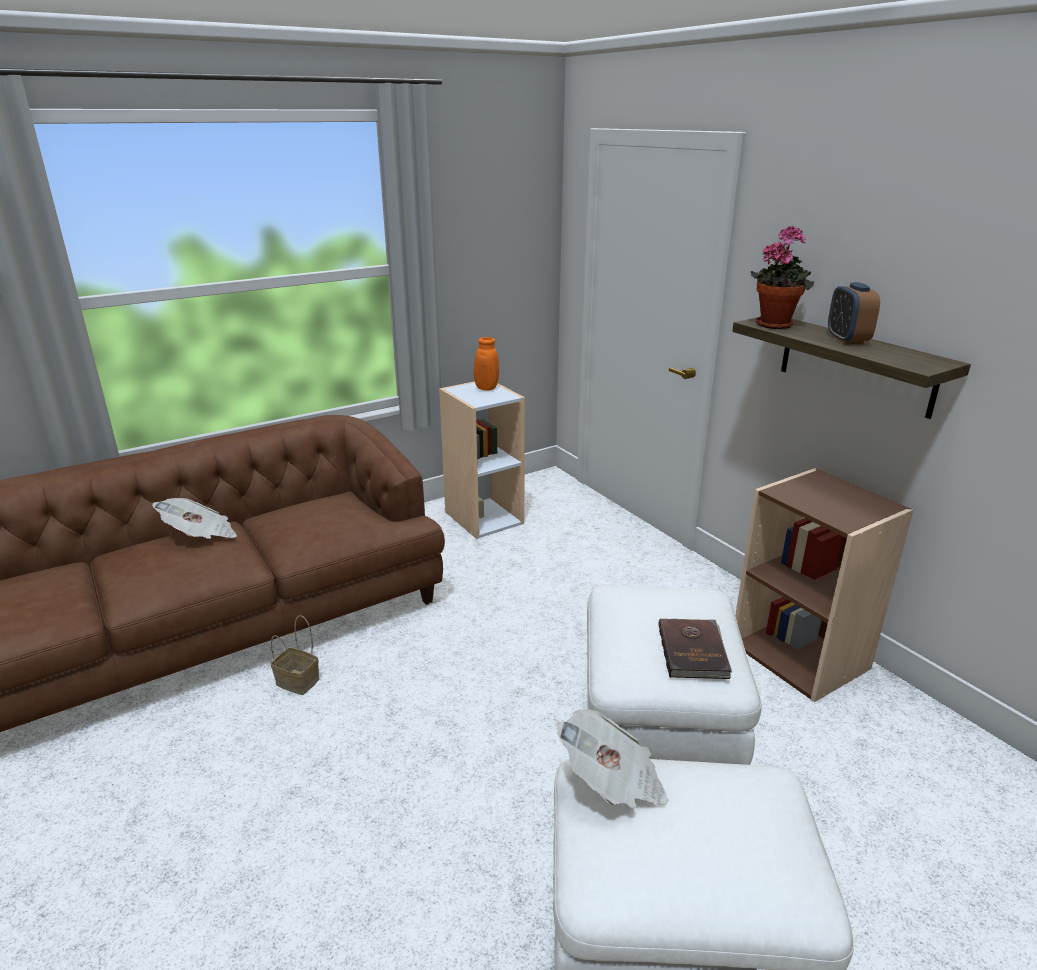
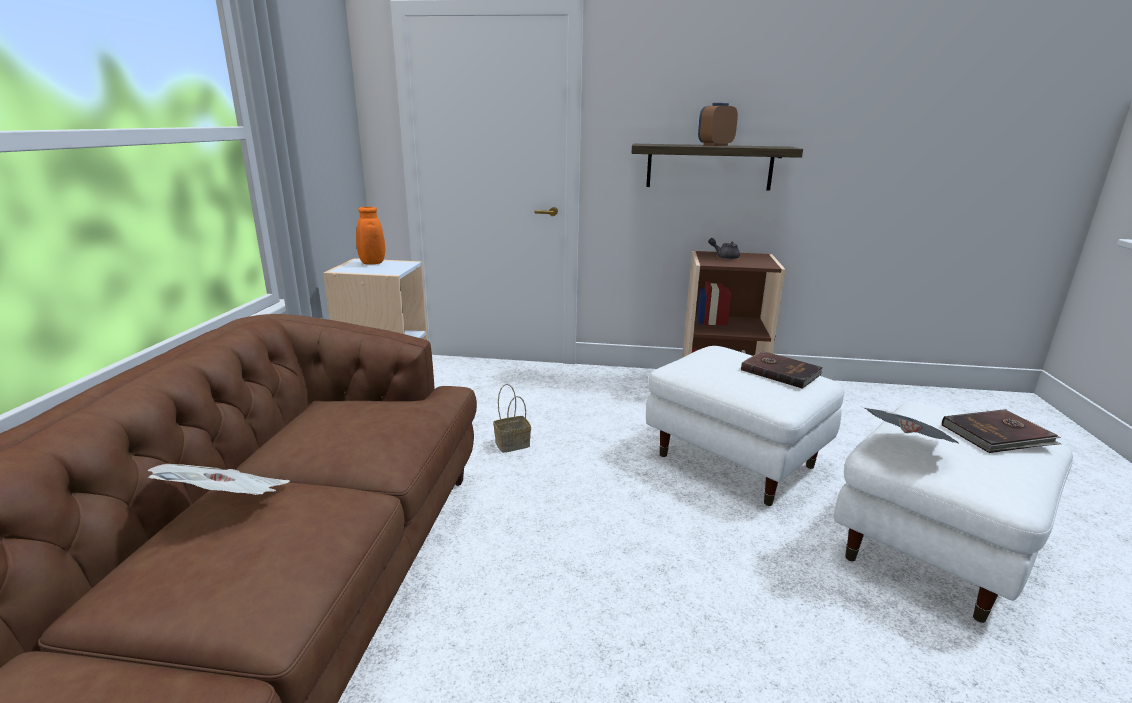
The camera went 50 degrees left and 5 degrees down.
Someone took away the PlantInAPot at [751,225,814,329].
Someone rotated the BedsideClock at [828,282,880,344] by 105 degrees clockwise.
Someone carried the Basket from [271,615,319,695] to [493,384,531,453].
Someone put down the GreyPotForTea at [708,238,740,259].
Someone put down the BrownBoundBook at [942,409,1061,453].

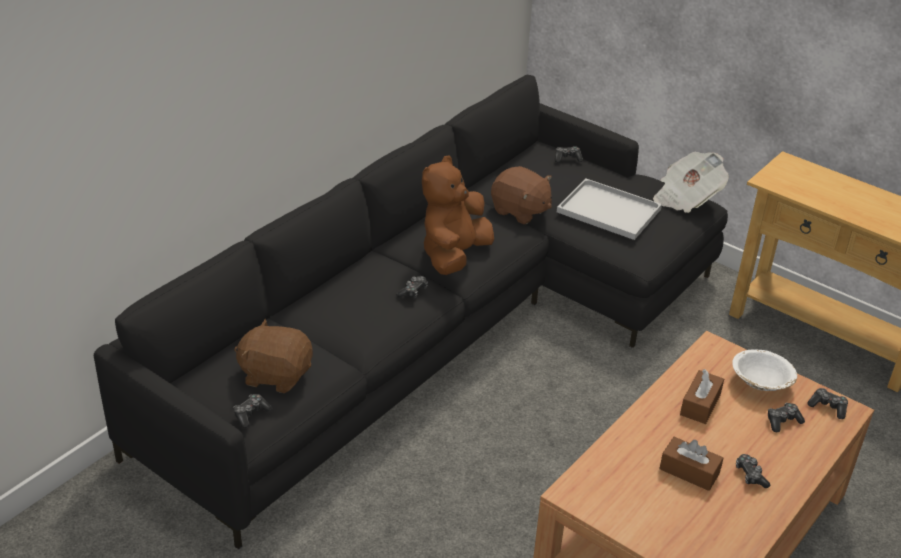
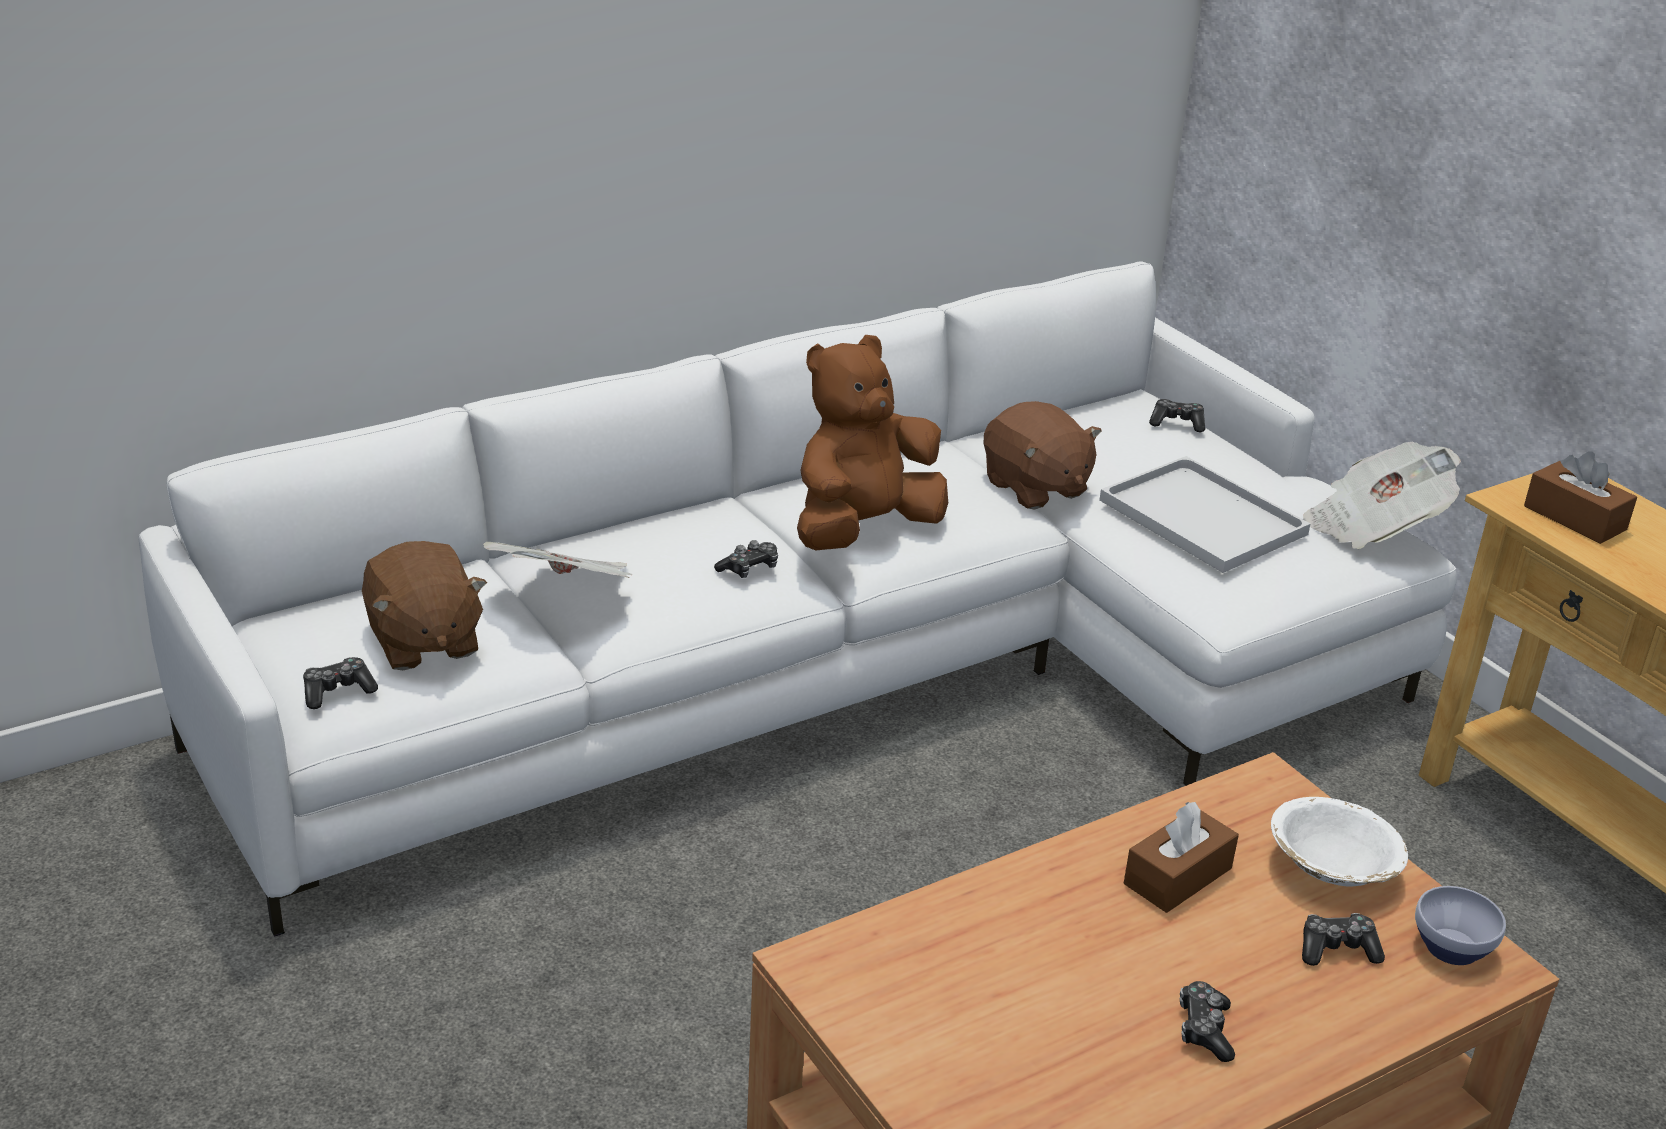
The camera went 20 degrees right and 5 degrees down.
Someone repainted the BlackishCouch at [94,75,728,549], which became the WhitishCouch at [138,261,1457,937].
Someone rotated the BrownPlushToy at [234,319,313,393] by 150 degrees counterclockwise.
Someone swapped the GameController at [807,388,848,419] for the ServingBowl at [1415,886,1506,965].
Someone carried the BrownBoxOfTissues from [659,437,723,491] to [1524,451,1637,544].
Someone put down the PrintedPaper at [483,542,633,578].

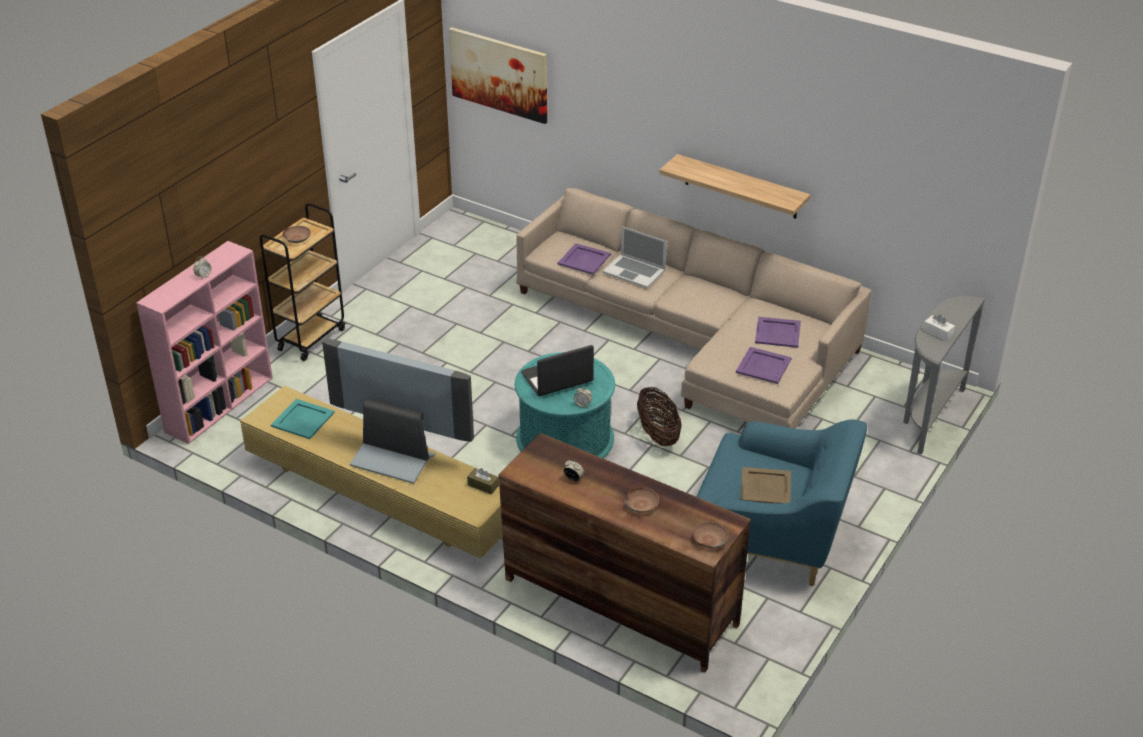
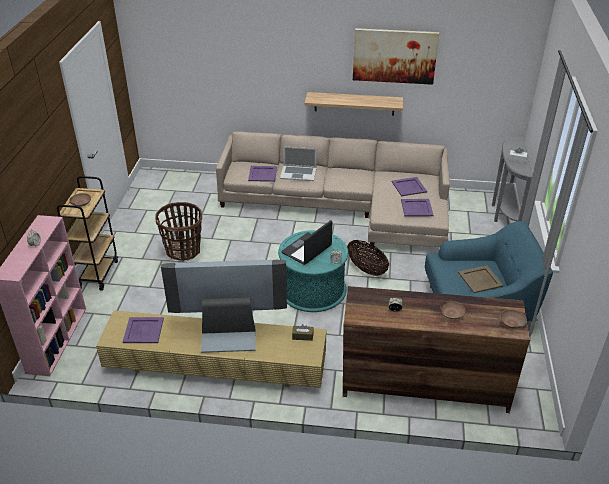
The camera went 25 degrees left and 0 degrees up.
Someone carried the Picture from [449,27,547,124] to [353,28,439,85].
Someone repainted the BlueGreenCarryingTray at [271,399,335,439], which became the PurplishCarryingTray at [123,317,164,343].
Someone put down the Basket at [155,202,202,261].

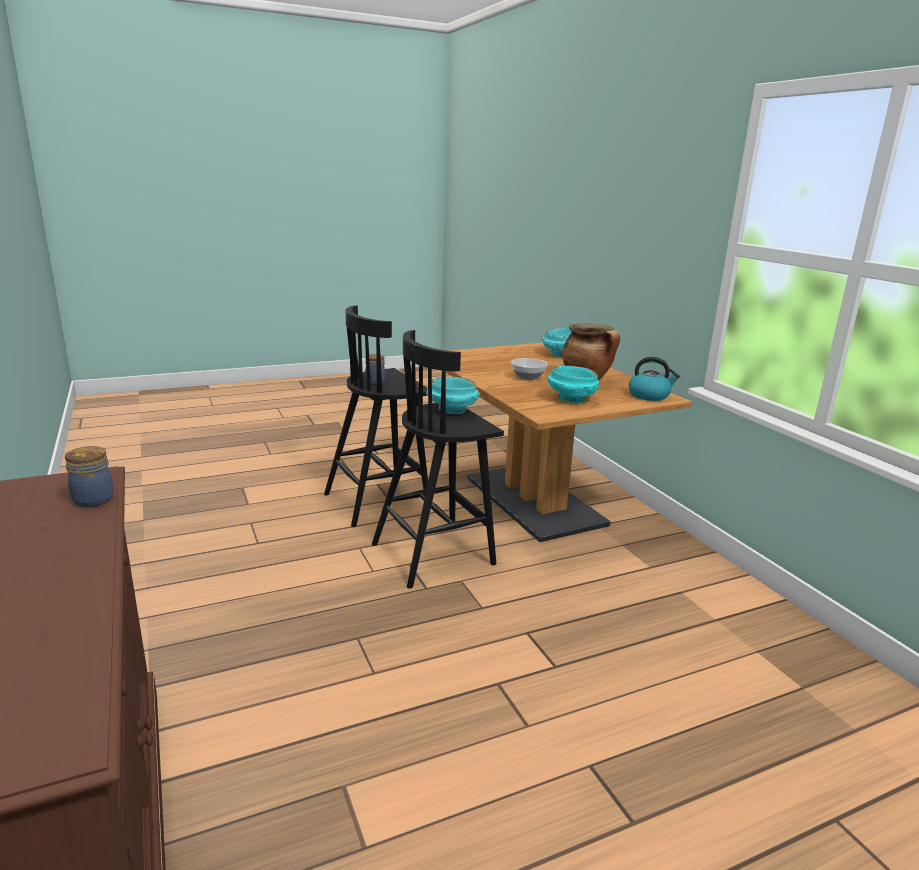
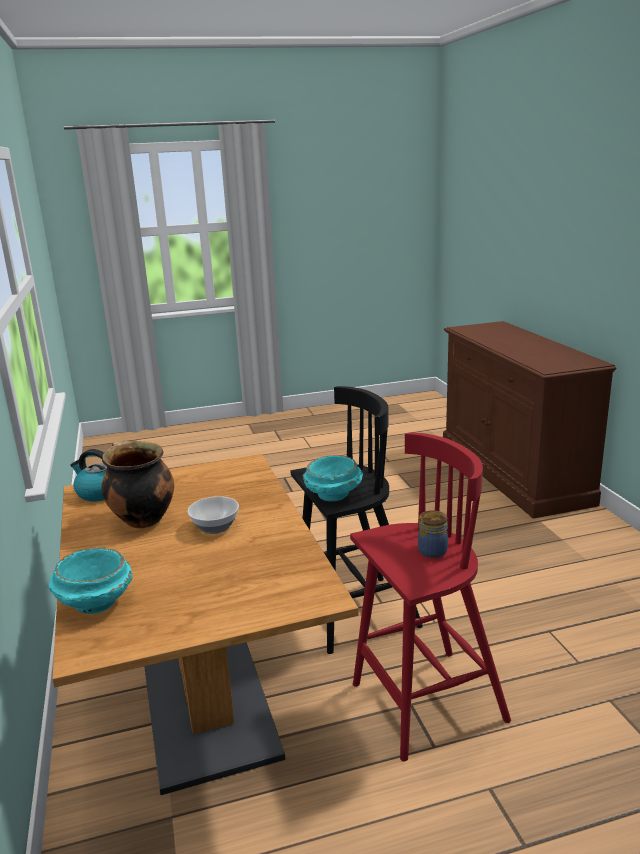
The camera went 170 degrees left and 0 degrees up.
Someone repainted the BlackishSittingStool at [324,305,428,527], which became the ReddishSittingStool at [350,433,511,762].
Someone took away the BlueGreenServingBowl at [547,365,600,403].
Someone took away the Jar at [65,446,114,507].

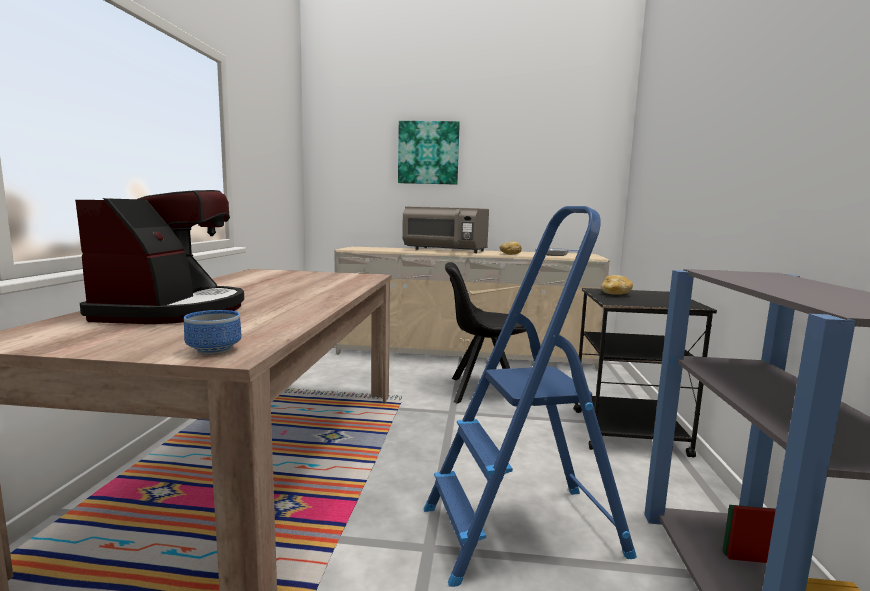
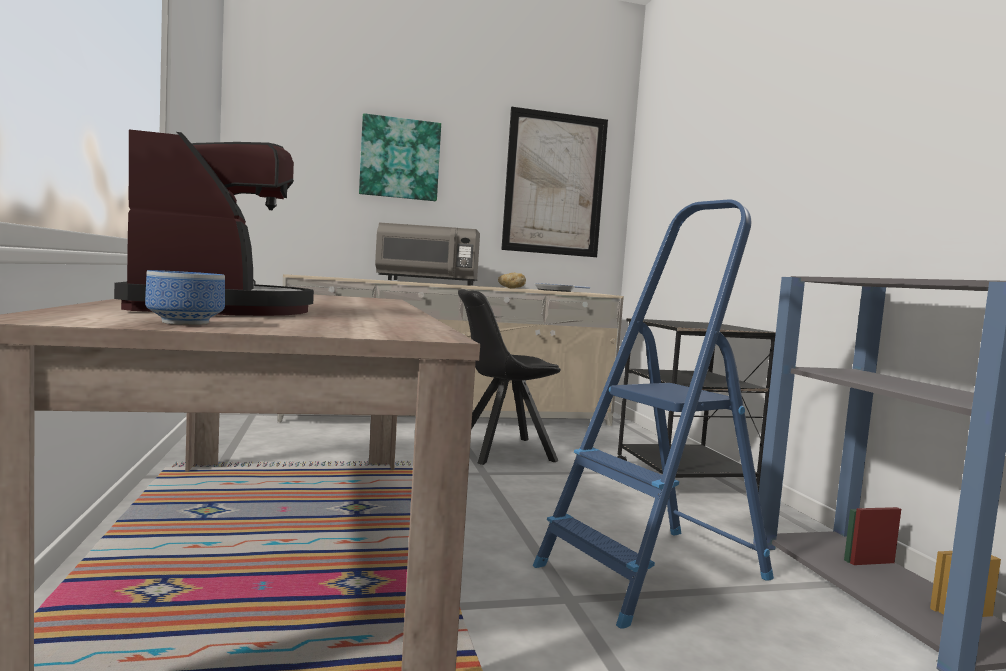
The camera went 20 degrees left and 5 degrees down.
Someone took away the Bread at [601,275,633,295].
Someone carried the ServingBowl from [184,310,241,355] to [145,270,225,325].
Someone put up the Picture at [501,106,608,257].

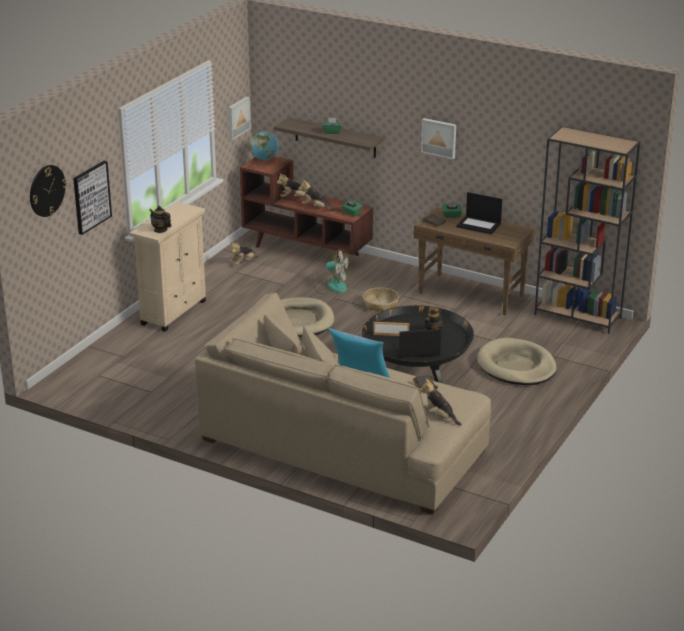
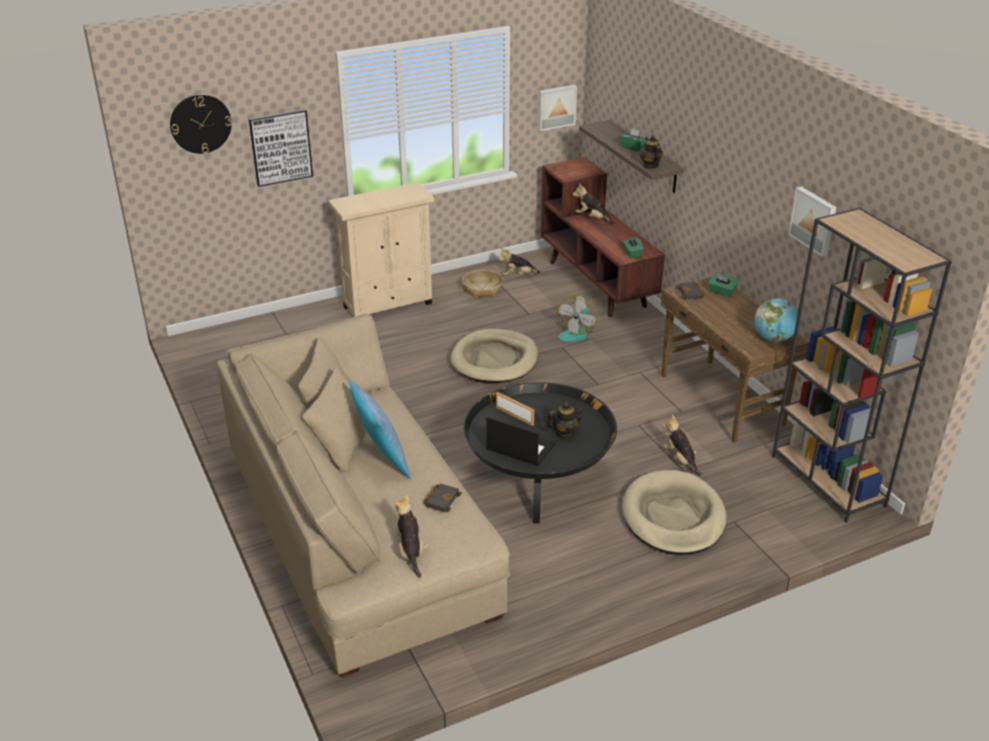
The camera went 35 degrees right and 5 degrees up.
Someone carried the Picture from [421,118,456,159] to [788,186,836,257].
Someone carried the WorldGlobe from [250,131,279,160] to [754,298,798,342].
Someone carried the PlushToy from [298,179,335,211] to [662,415,702,476].
Someone took away the PortableComputer at [456,192,502,234].
Someone carried the PotForTea from [149,206,171,233] to [640,135,663,169].
Someone rotated the Fan at [314,249,351,294] by 60 degrees clockwise.
Someone carried the Basket from [363,287,399,312] to [462,270,503,298].

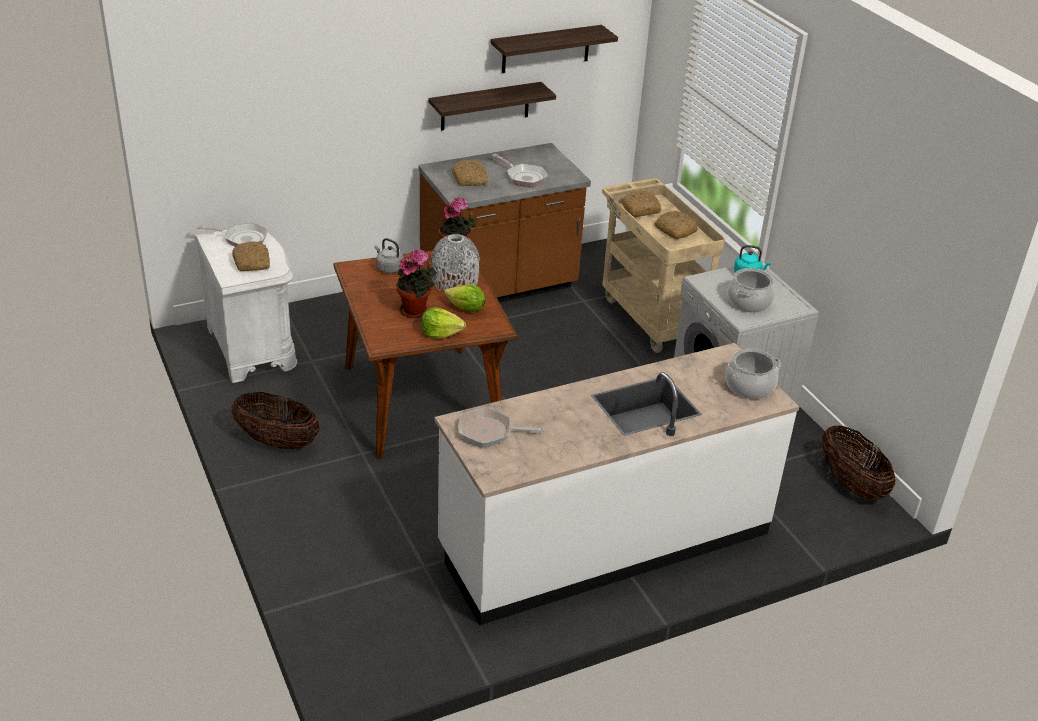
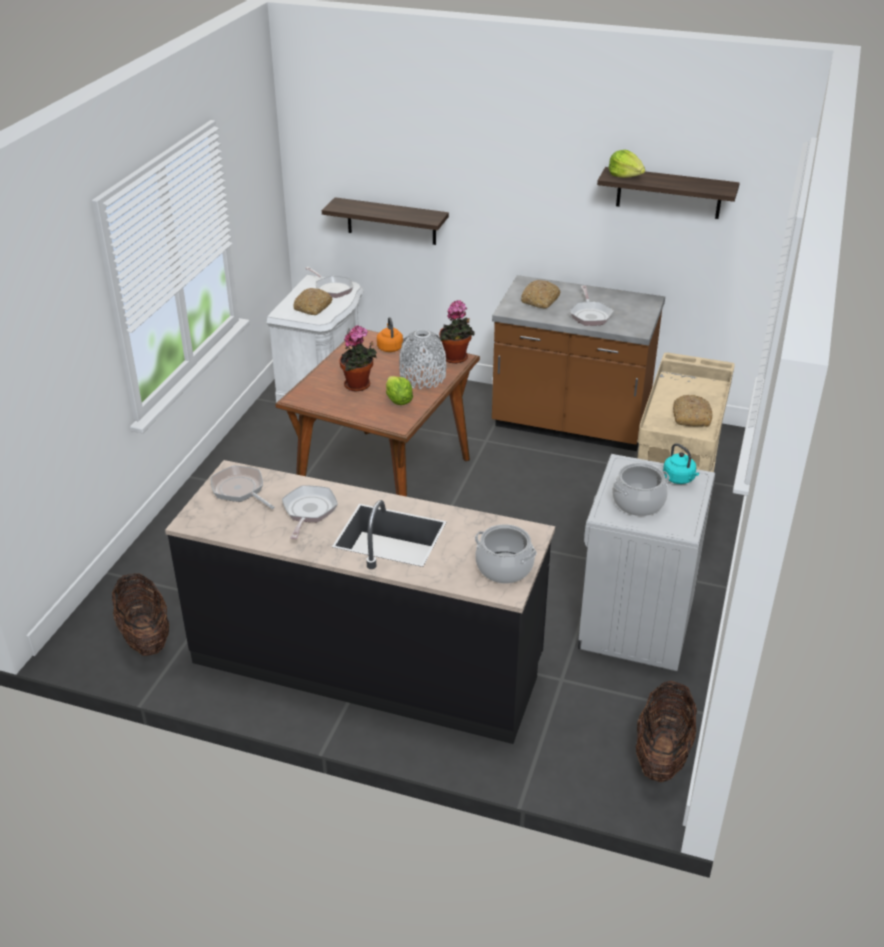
The camera went 45 degrees right and 0 degrees up.
Someone carried the WallShelf from [429,82,556,131] to [322,197,449,245].
Someone took away the Bread at [622,191,662,217].
Someone repainted the GreyKettle at [375,238,404,274], which became the OrangeKettle at [377,317,403,352].
Someone carried the Lettuce from [421,307,466,339] to [608,150,645,178].
Someone repainted the WhitishKitchenBaseUnit at [435,343,799,625], which became the BlackishKitchenBaseUnit at [165,460,555,744].
Someone carried the Basket from [231,392,320,449] to [112,573,169,656].
Someone put down the Skillet at [282,485,338,539].

